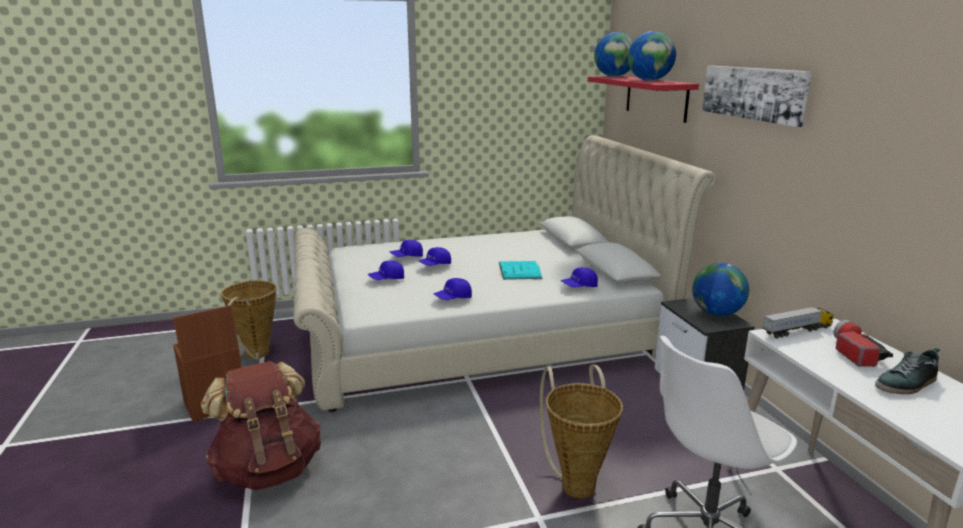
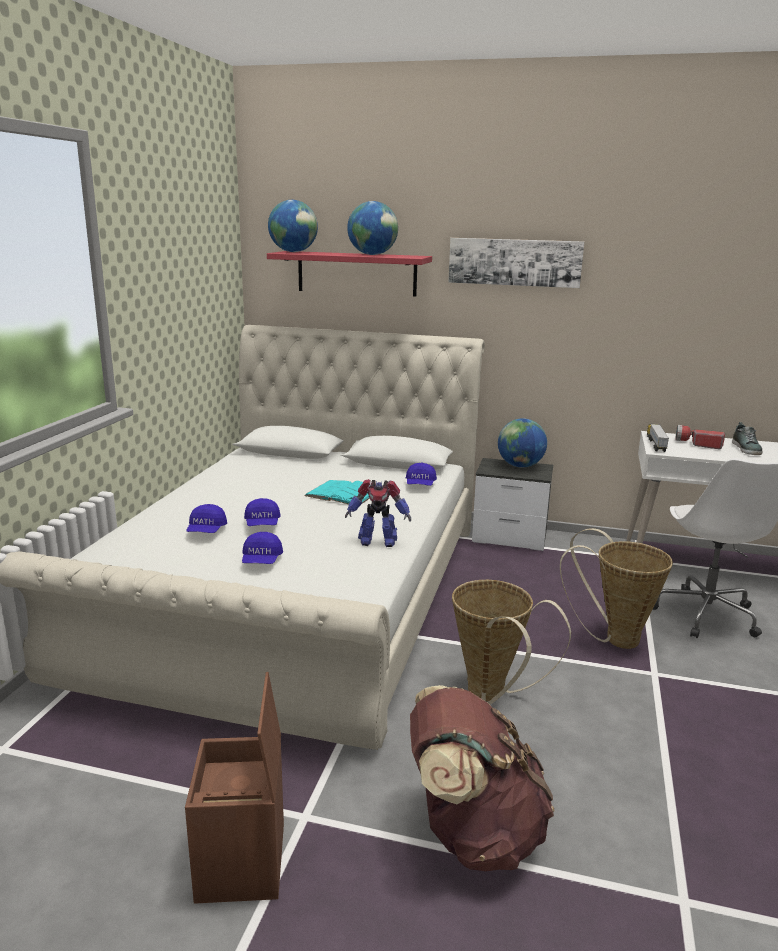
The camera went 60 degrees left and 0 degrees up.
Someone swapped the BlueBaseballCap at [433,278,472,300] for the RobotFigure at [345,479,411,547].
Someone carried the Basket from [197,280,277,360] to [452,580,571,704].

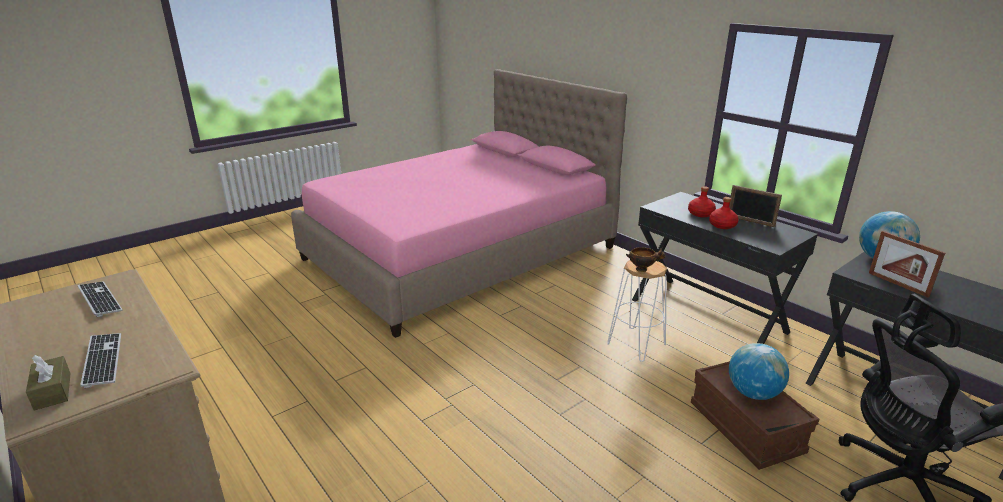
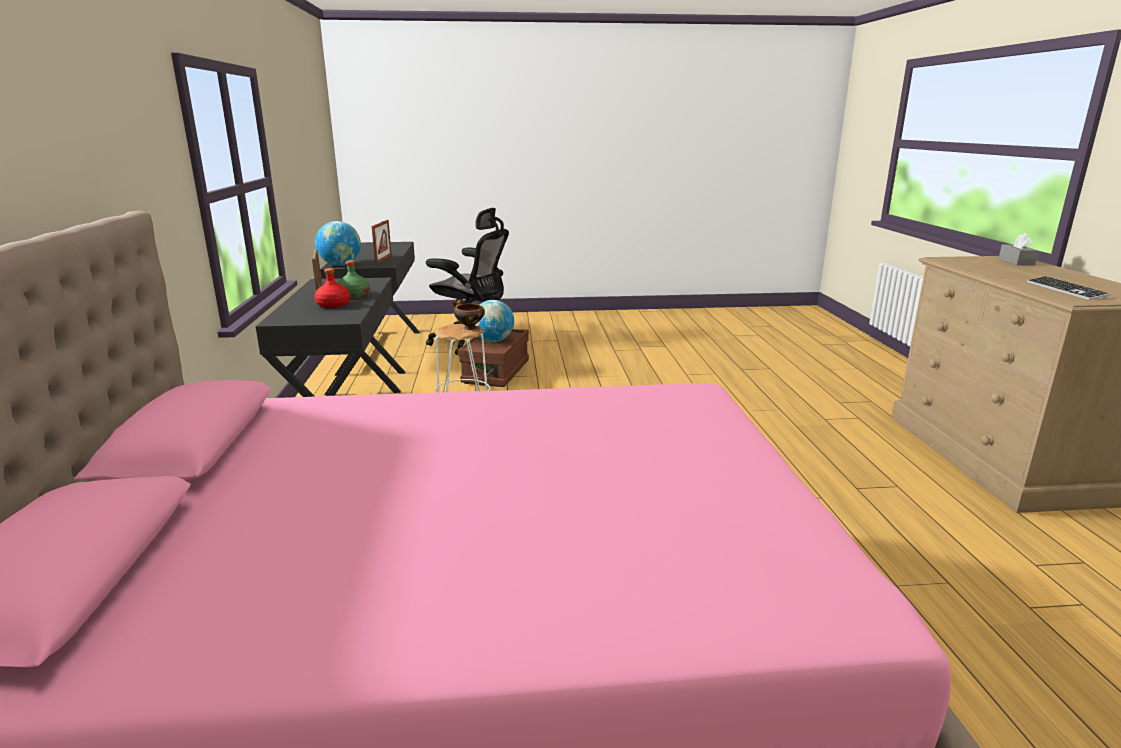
The camera went 145 degrees left and 5 degrees down.
Someone repainted the ReddishBottle at [709,197,739,229], which became the GreenColouredBottle at [337,260,370,298].
Someone took away the PcKeyboard at [80,333,121,388].
Someone repainted the BrownBoxOfTissues at [26,355,71,411], which became the GreyBoxOfTissues at [999,233,1039,266].

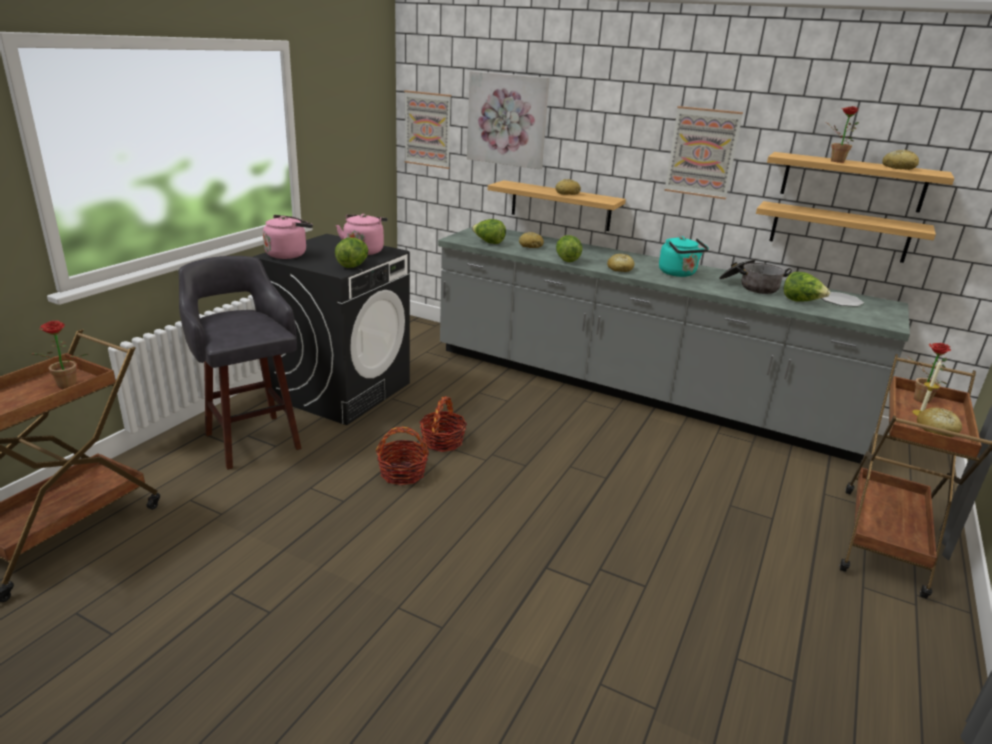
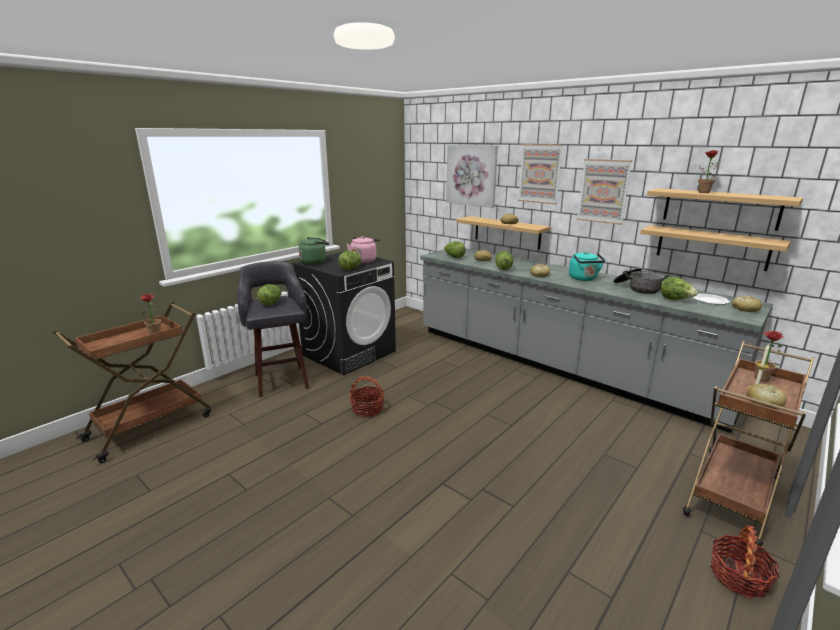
The camera went 15 degrees right and 5 degrees down.
Someone carried the Picture from [404,90,451,169] to [518,144,563,204].
Someone carried the Bread from [882,149,919,170] to [732,296,762,312].
Someone repainted the PinkishKettle at [263,215,313,259], which became the GreenColouredKettle at [299,237,329,265].
Someone carried the Basket from [419,396,467,452] to [710,526,780,598].
Someone put down the Lettuce at [257,284,281,305].

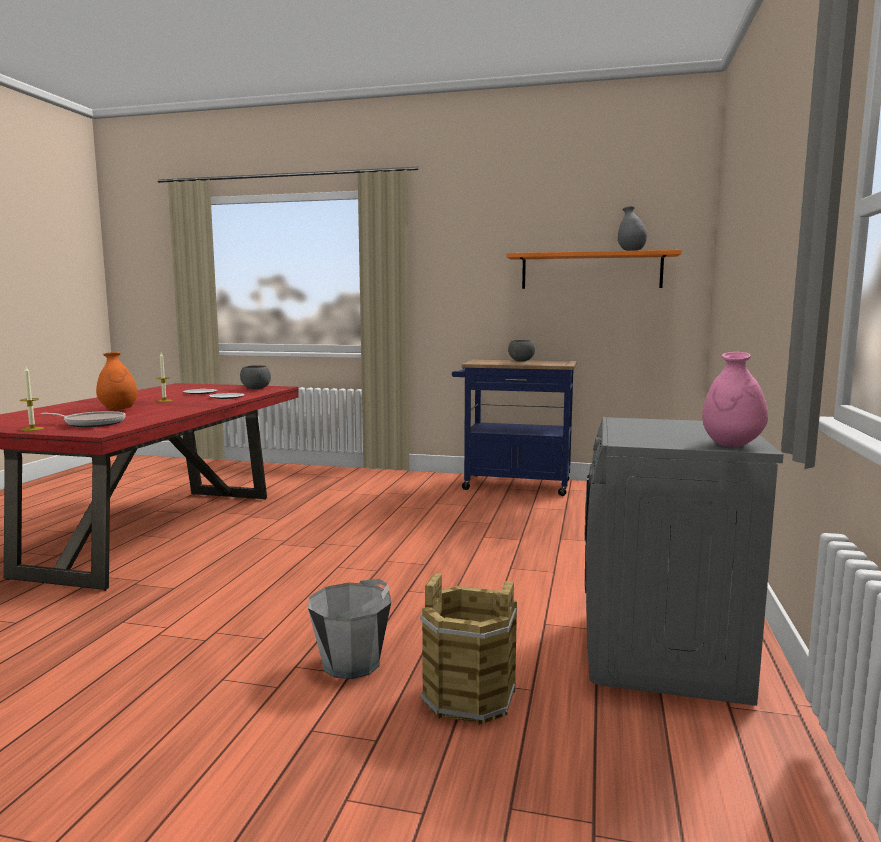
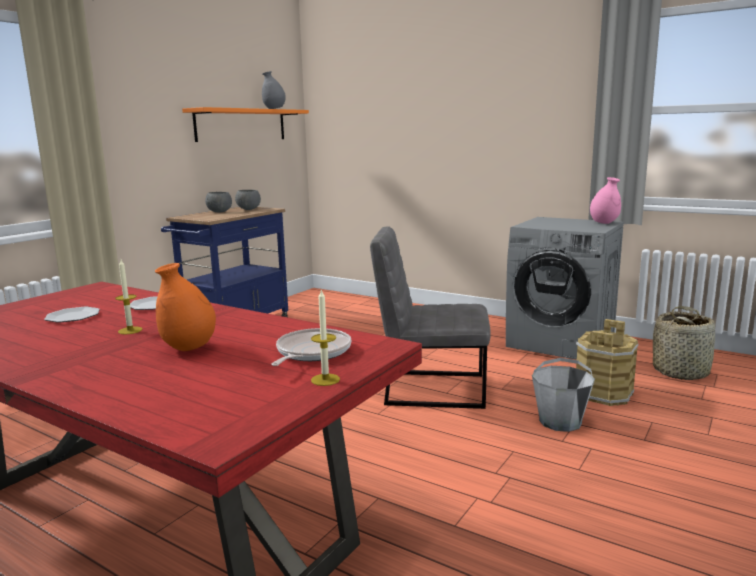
The camera went 70 degrees left and 5 degrees up.
Someone carried the GreyServingBowl from [240,365,271,389] to [235,190,261,210].
Someone put down the GreyPlainChair at [370,226,491,409].
Someone put down the Basket at [653,306,715,380].

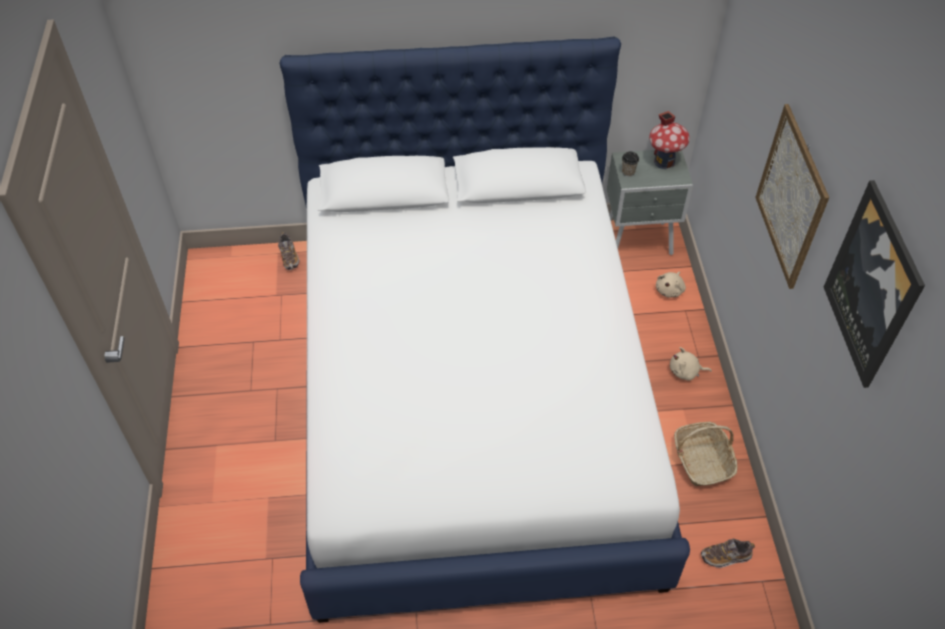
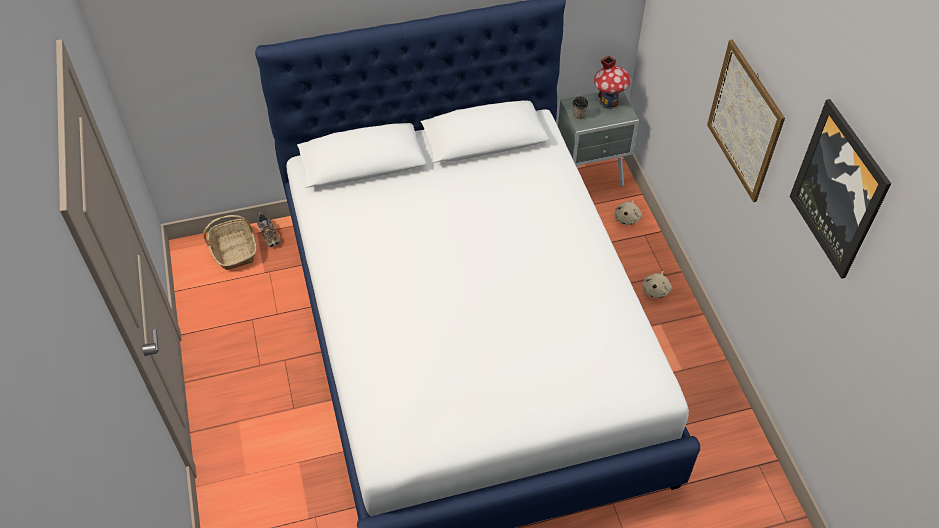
The camera went 10 degrees left and 0 degrees up.
Someone rotated the BeigeColouredPlushToy at [670,347,712,381] by 60 degrees counterclockwise.
Someone carried the Basket from [674,422,738,486] to [203,215,257,270].
Someone took away the ItemOfFootwear at [701,539,755,568].

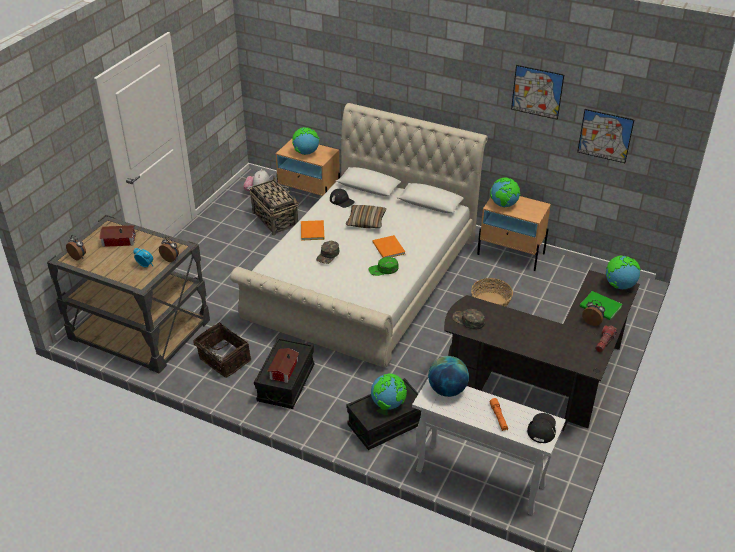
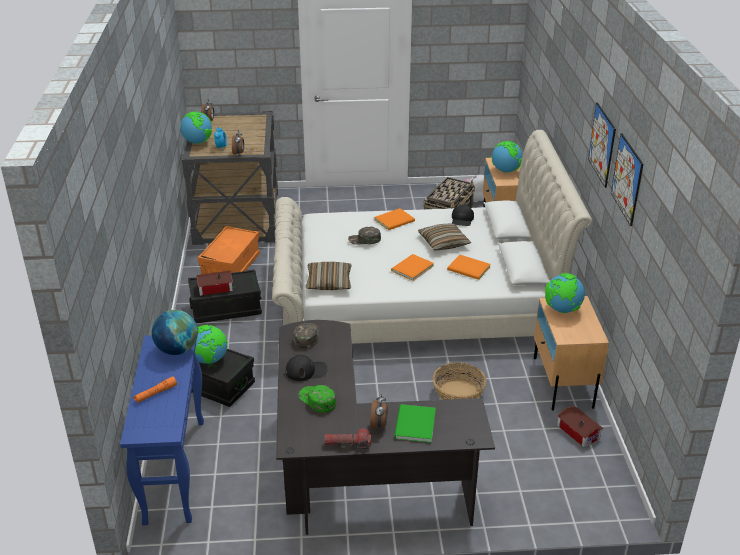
The camera went 60 degrees right and 5 degrees down.
Someone carried the Picture from [577,109,635,163] to [588,103,616,188].
Someone carried the ModelHouse from [99,225,136,247] to [557,406,604,447].
Someone carried the WorldGlobe from [606,255,641,290] to [180,111,212,144].
Someone carried the GreenColouredBaseballCap from [369,257,399,276] to [299,385,336,413].
Someone swapped the Basket at [193,322,251,378] for the OrangeStorageBox at [198,226,260,274].
Someone repainted the WhitishNarrowTable at [412,379,566,515], which became the BlueNarrowTable at [120,335,204,525].
Someone carried the BlackishBaseballCap from [527,413,556,443] to [285,355,328,381].
Someone put down the OrangeBoundBook at [447,255,491,280].
Someone put down the Cushion at [306,262,352,290].

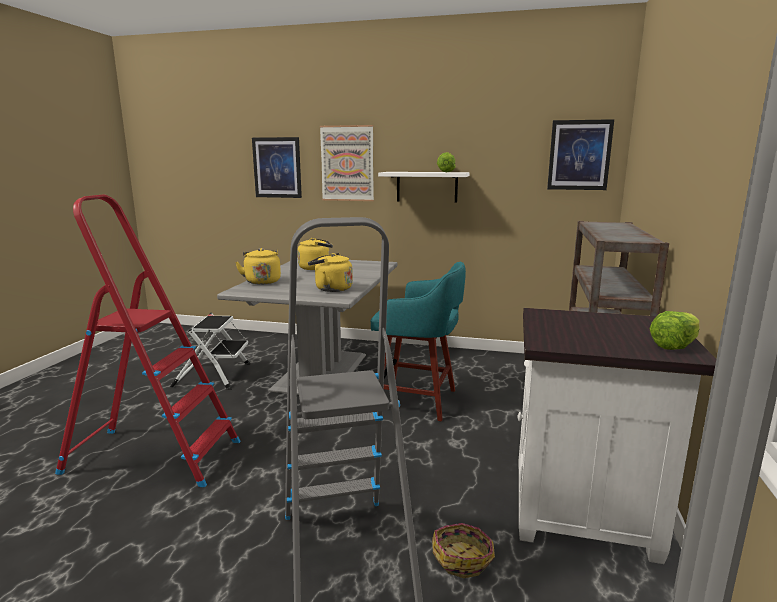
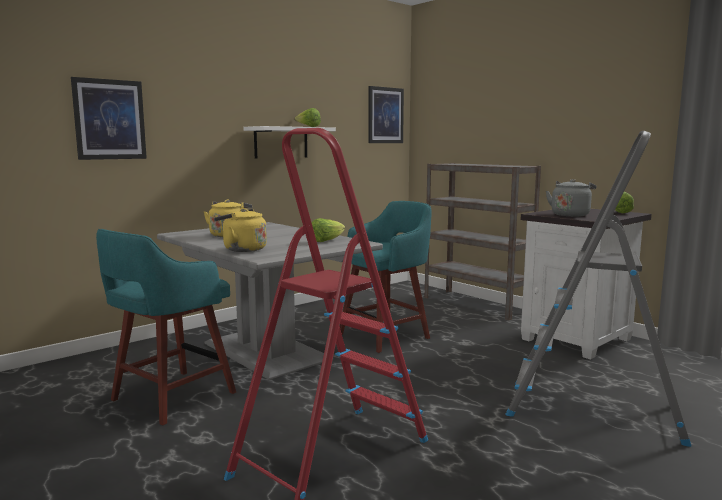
The camera went 55 degrees left and 5 degrees down.
Someone took away the Picture at [320,125,374,201].
Someone swapped the YellowishKettle at [308,253,353,292] for the Lettuce at [312,218,345,242].
Someone swapped the Stepladder at [170,313,251,390] for the BlueGreenSittingStool at [96,229,236,425].
Someone took away the Basket at [432,523,495,578].
Someone put down the GreyKettle at [546,179,596,217].

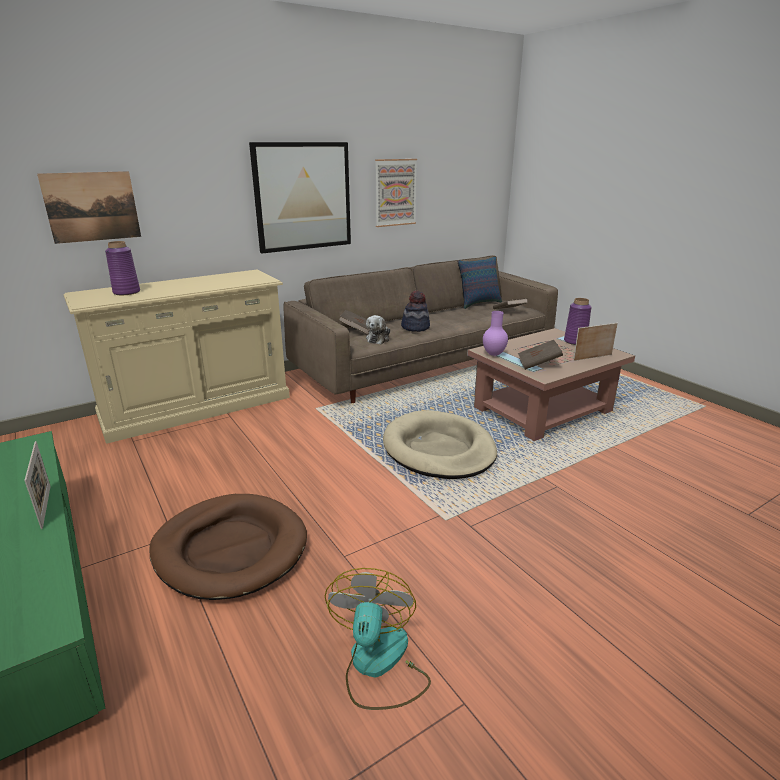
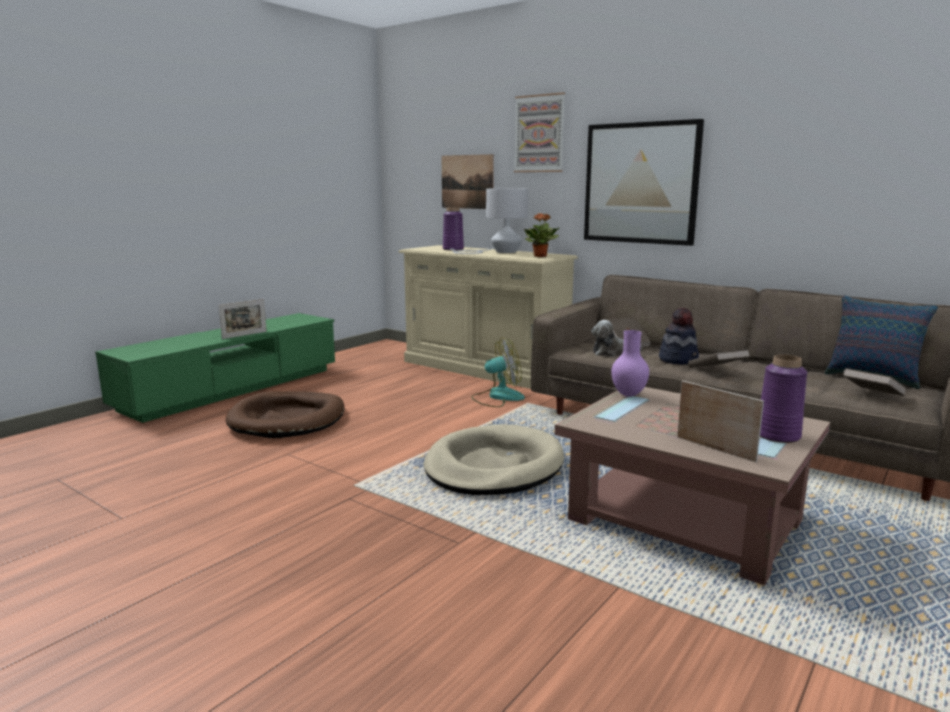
The camera went 70 degrees right and 10 degrees down.
Someone carried the Picture from [375,159,417,227] to [514,92,565,172].
Someone carried the BrownBoundBook from [518,340,563,370] to [688,349,750,368].
Someone carried the Fan from [325,568,431,710] to [472,337,525,407].
Someone put down the WhitishTabletopLamp at [450,189,528,254].
Someone put down the PlantInAPot at [524,213,560,257].

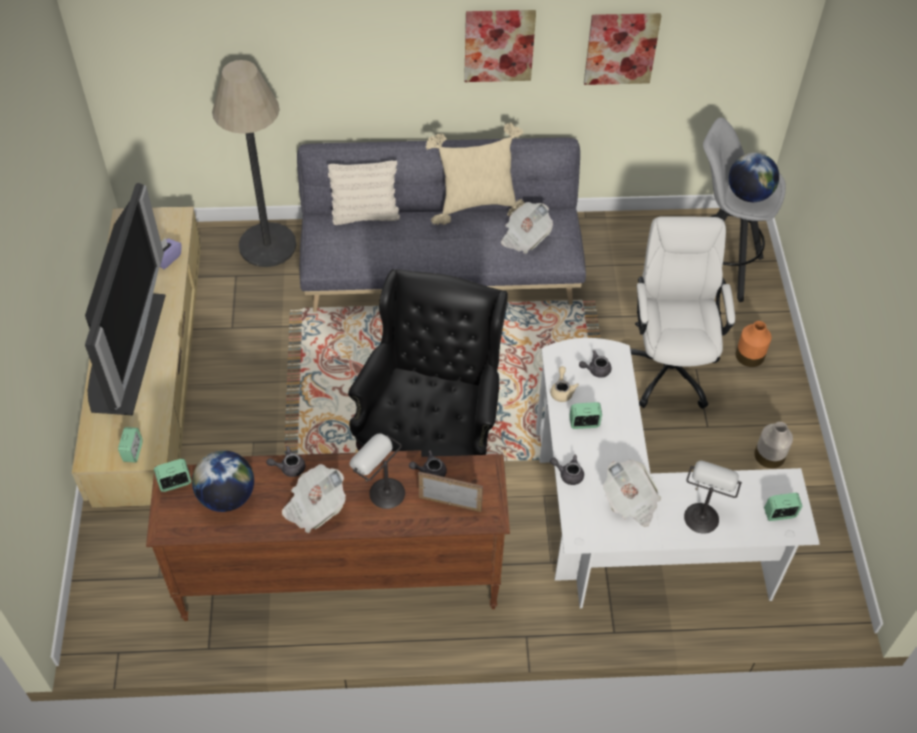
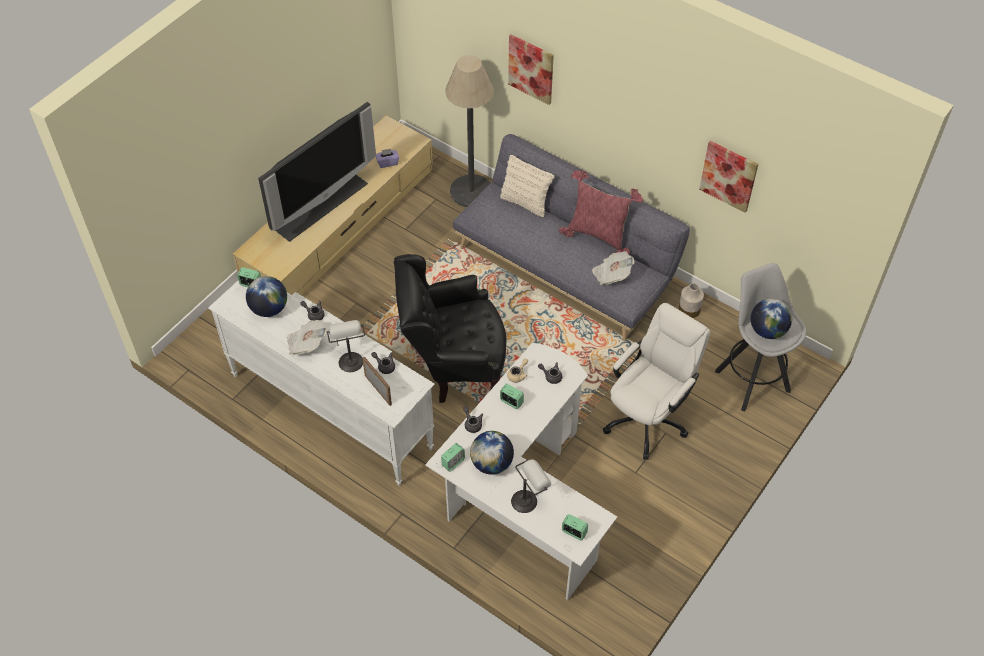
The camera went 40 degrees right and 0 degrees up.
Someone carried the Picture from [464,10,536,82] to [508,34,554,105].
Someone repainted the BeigeColouredCushion at [426,122,525,225], which became the ReddishCushion at [558,170,643,255].
Someone rotated the BlackishArmchair at [348,269,508,457] by 150 degrees counterclockwise.
Someone took away the OrangeVase at [735,321,771,367].
Someone carried the BeigeColouredVase from [754,422,793,468] to [678,283,704,318].
Someone carried the BedsideClock from [118,427,143,462] to [441,443,465,472].
Someone repainted the BrownCabinet at [146,450,510,621], which became the WhitishCabinet at [208,276,435,486].
Someone swapped the PrintedPaper at [603,460,661,527] for the WorldGlobe at [470,431,514,475].

